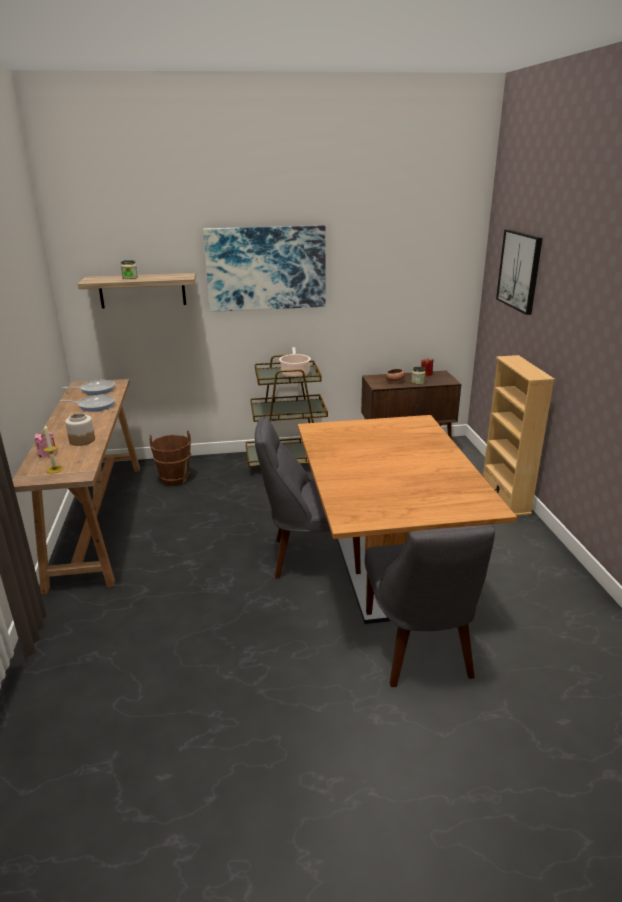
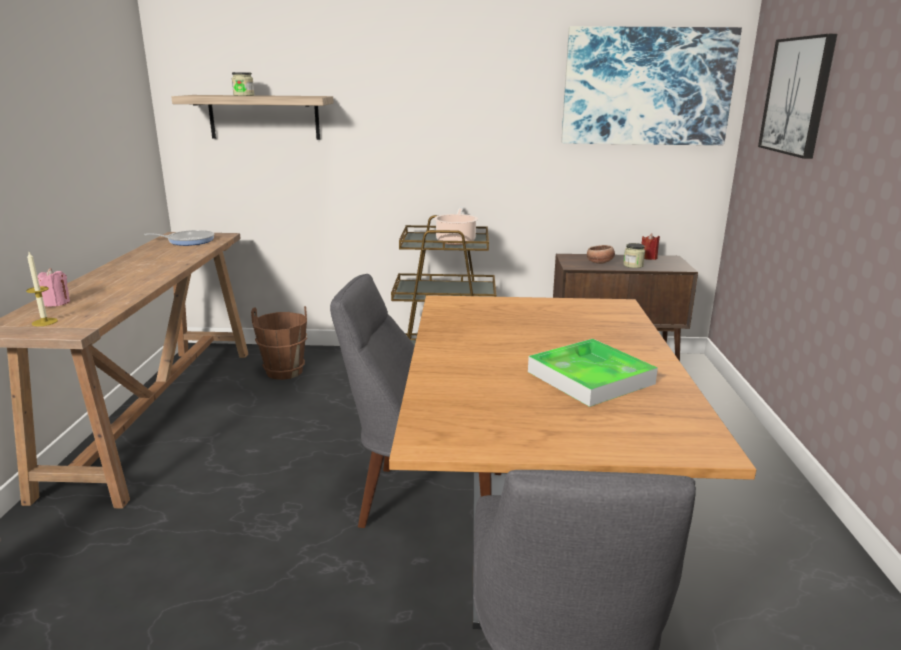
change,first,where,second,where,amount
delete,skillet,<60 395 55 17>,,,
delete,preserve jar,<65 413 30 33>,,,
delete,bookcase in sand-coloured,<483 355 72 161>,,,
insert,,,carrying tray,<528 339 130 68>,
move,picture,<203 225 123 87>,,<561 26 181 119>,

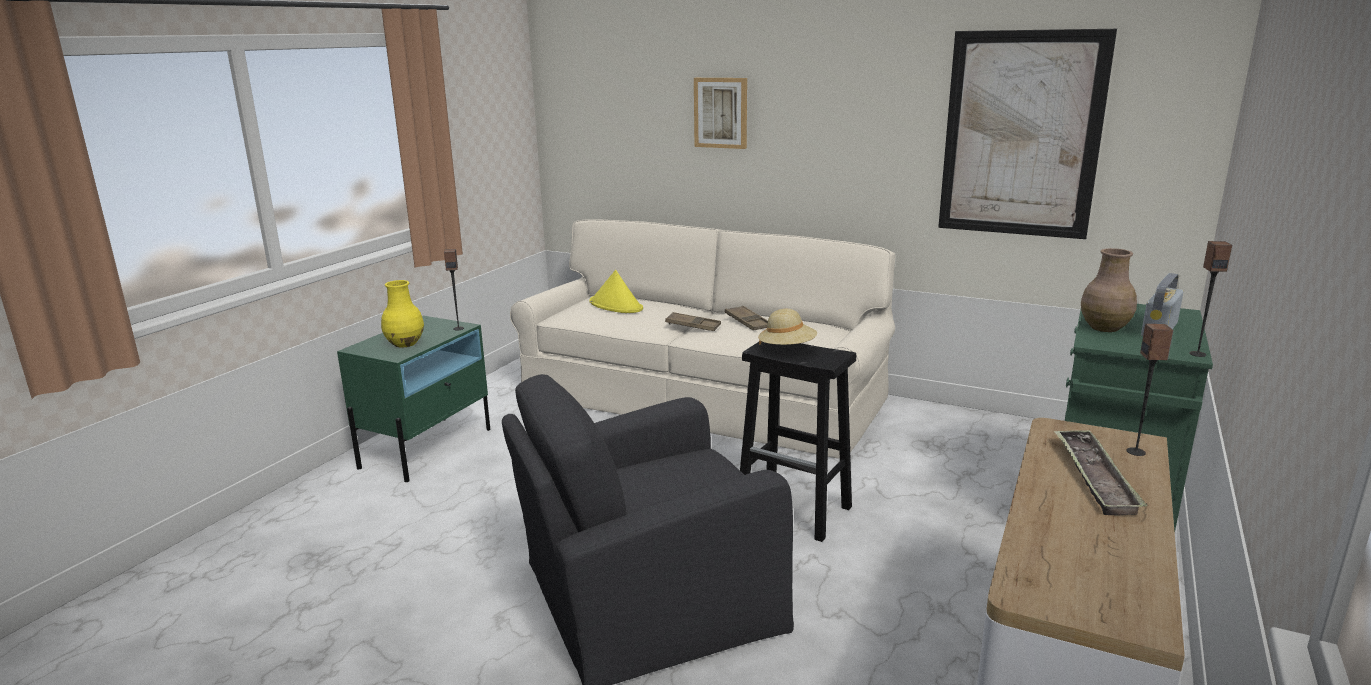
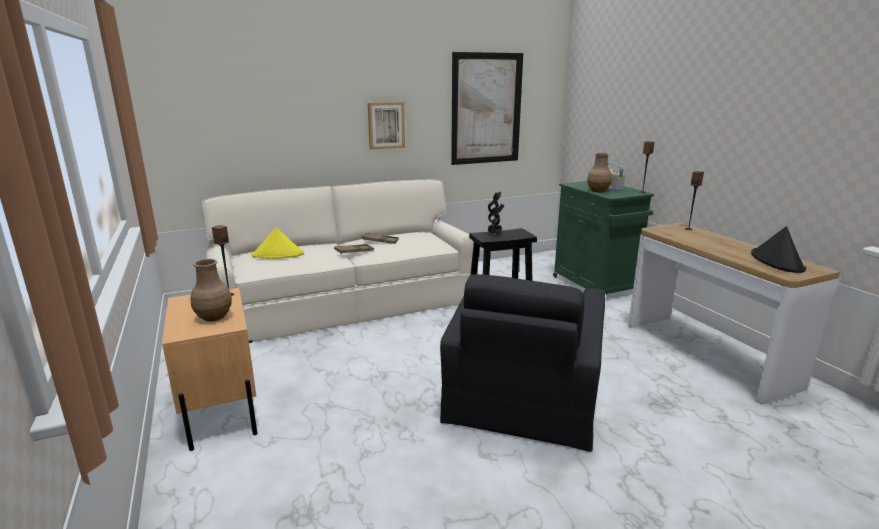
change,first,where,second,where,amount
delete,carrying tray,<1054 430 93 86>,,,
insert,,,wearable hat in black,<751 226 55 47>,
move,picture,<694 78 53 71>,,<368 102 37 48>,
replace,wearable hat in sand-coloured,<758 309 59 36>,houseplant,<488 192 16 43>,
recolor,bedside table in green,<337 316 153 166>,bedside table in sand-coloured,<162 288 95 163>,
recolor,flower vase in yellow,<381 280 43 68>,flower vase in brown-coloured,<191 259 41 63>,

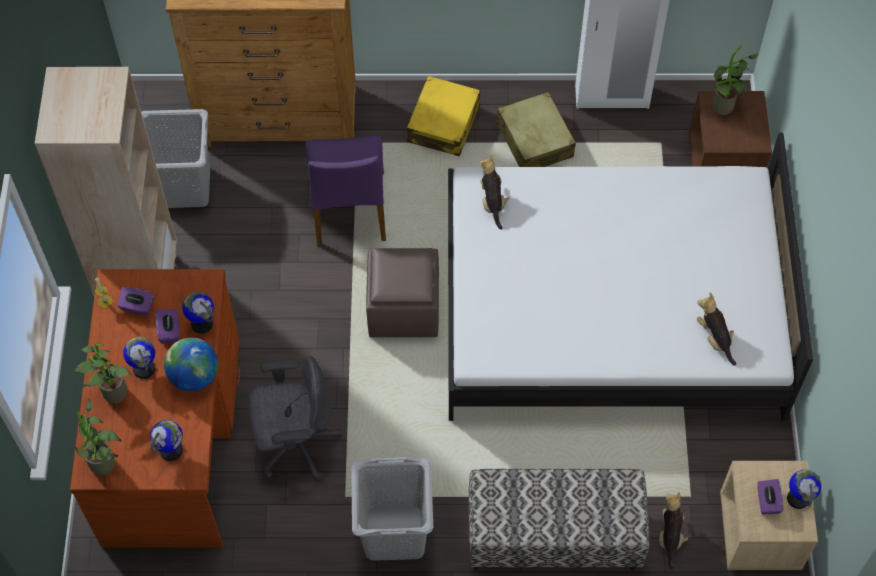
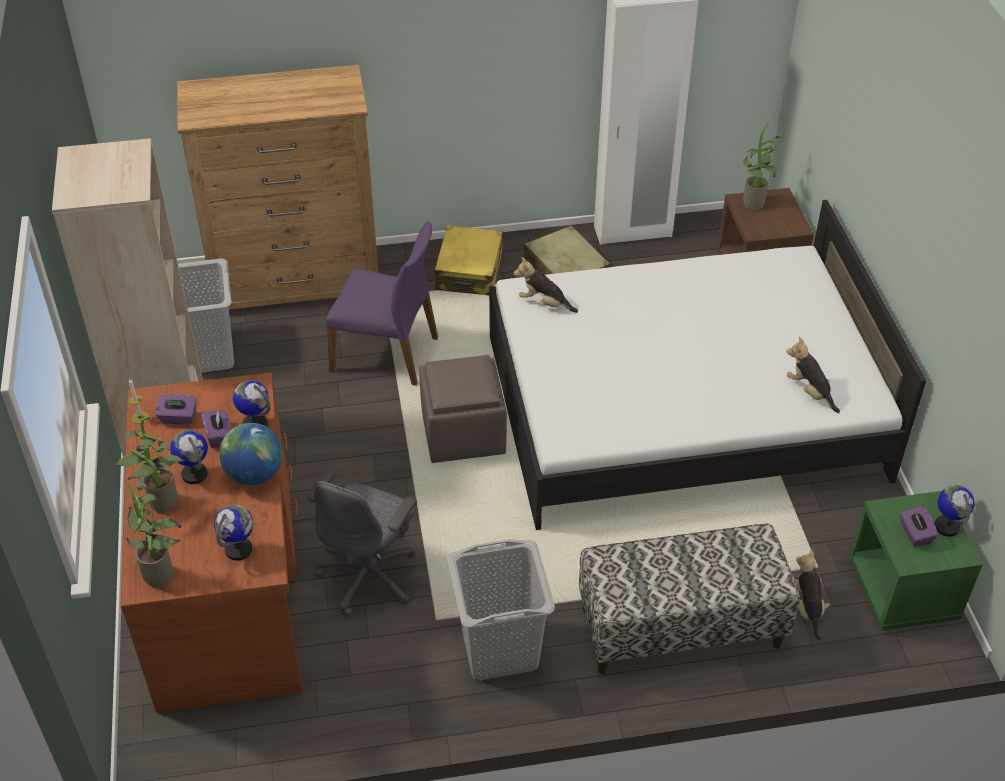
change,first,where,second,where,amount
recolor,bedside table in sand-coloured,<720 461 98 109>,bedside table in green,<849 491 134 140>,
rotate,office chair in gray,<249 356 93 125>,,<307 468 110 149>,135 degrees clockwise
rotate,plain chair in purple-coloured,<306 135 80 112>,,<326 221 112 165>,60 degrees counterclockwise
rotate,cuddly toy,<480 155 29 75>,,<513 257 65 56>,45 degrees counterclockwise

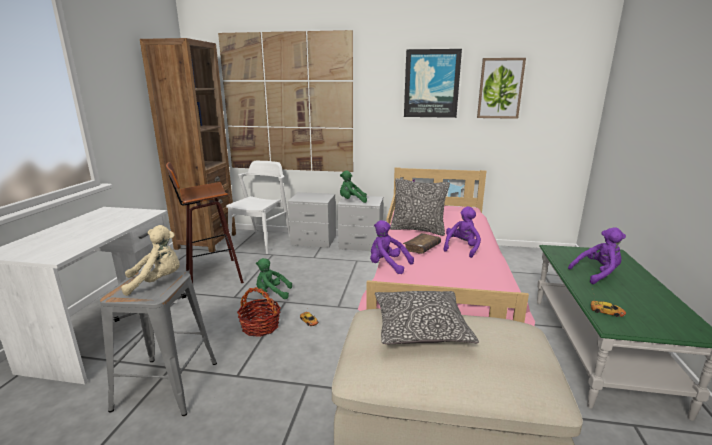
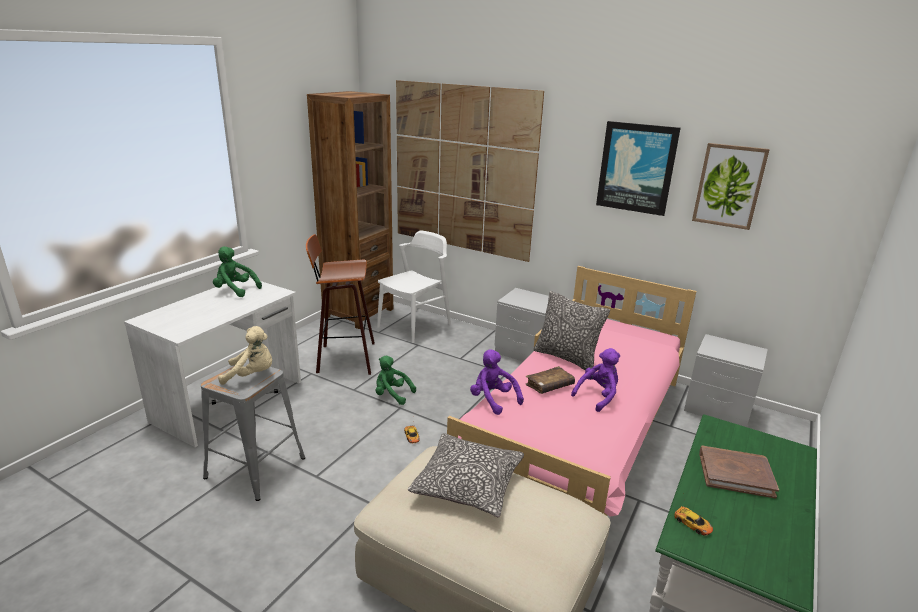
change,first,where,second,where,amount
delete,storage basket,<237 287 44 50>,,,
move,bedside table in gray,<288 192 48 56>,,<684 334 84 93>,
move,cuddly toy in green,<340 171 27 32>,,<213 246 49 51>,
replace,cuddly toy in purple-coloured,<568 227 58 57>,book in brown-coloured,<699 445 80 54>,

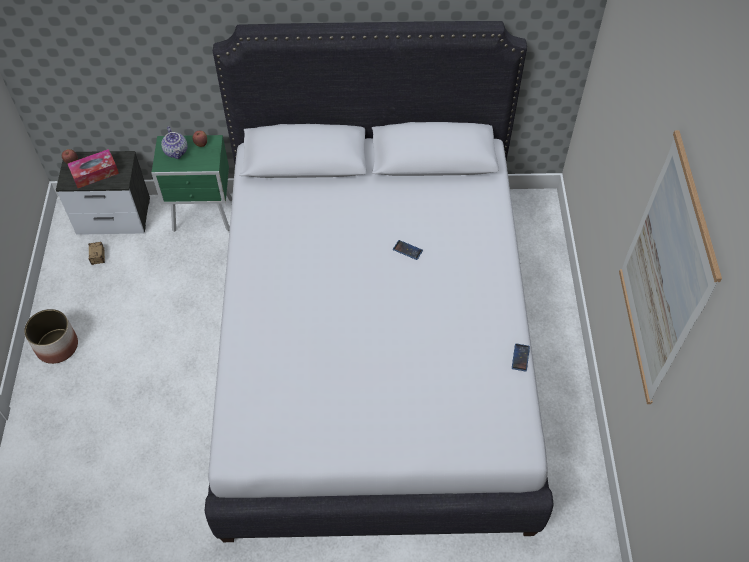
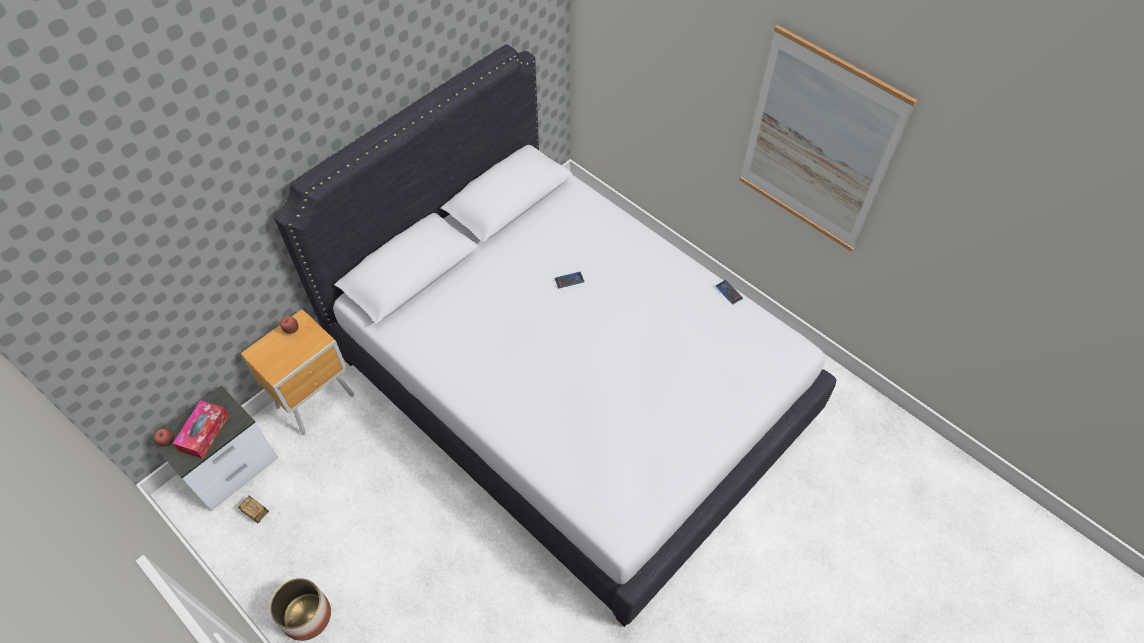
change,first,where,second,where,amount
delete,teapot,<161 126 26 33>,,,
recolor,bedside table in green,<151 135 81 97>,bedside table in brown-coloured,<240 309 114 126>,

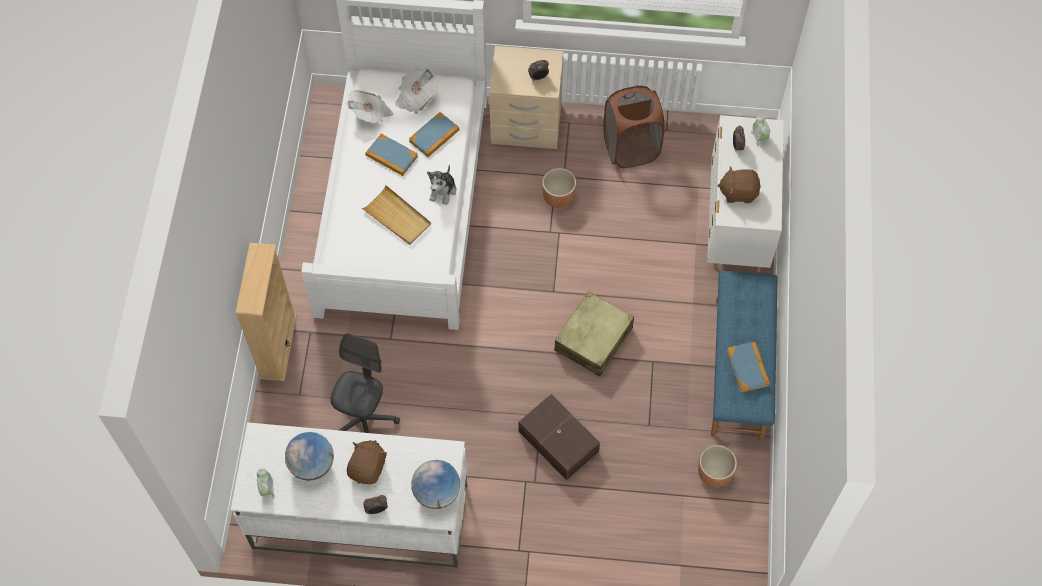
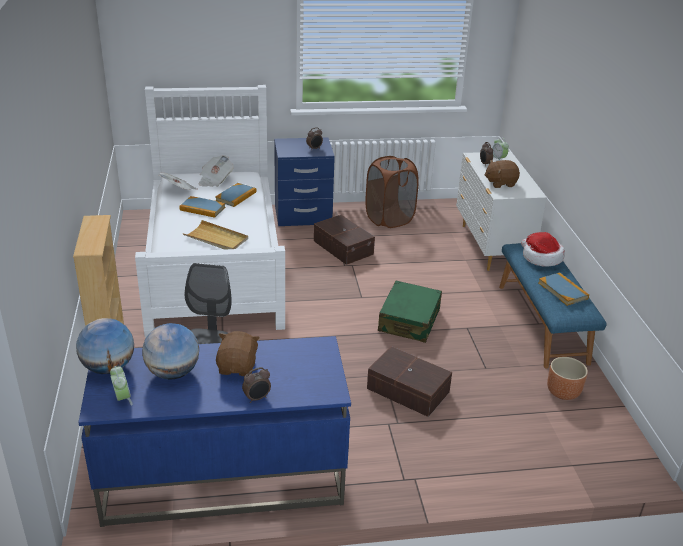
change,first,where,second,where,amount
delete,cuddly toy,<427 165 29 40>,,,
insert,,,wearable hat,<521 232 44 35>,
move,globe,<411 460 49 49>,,<76 318 58 56>,
replace,planter in brown-coloured,<542 168 34 40>,storage container in brown-coloured,<314 215 61 50>,
recolor,desk unit in whitish,<230 422 237 146>,desk unit in bluish,<78 336 273 191>,
recolor,bedside table in sand-coloured,<489 46 74 103>,bedside table in bluish,<274 137 61 89>,
recolor,travel case in sand-coloured,<554 291 80 85>,travel case in green,<378 281 64 62>,

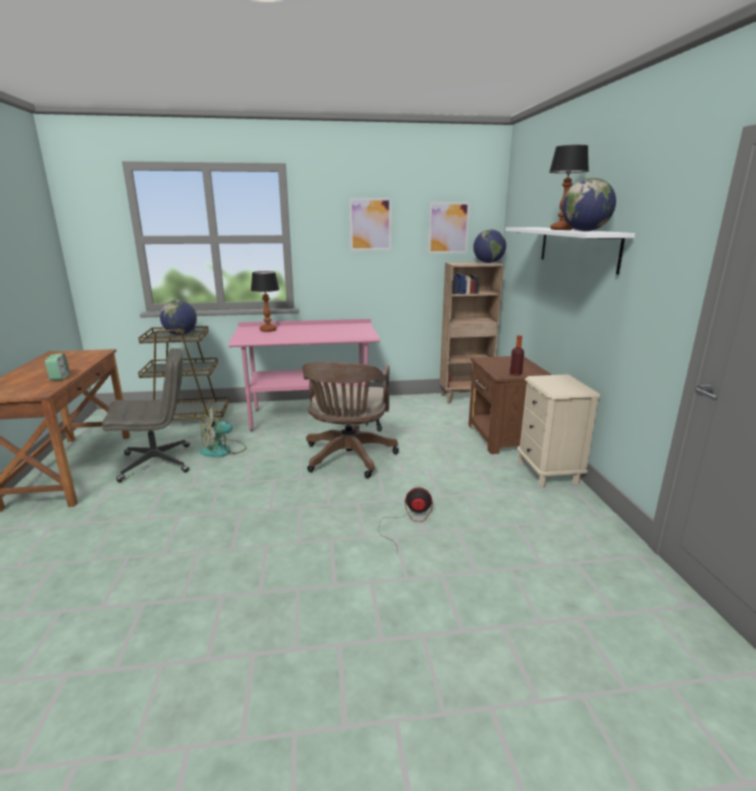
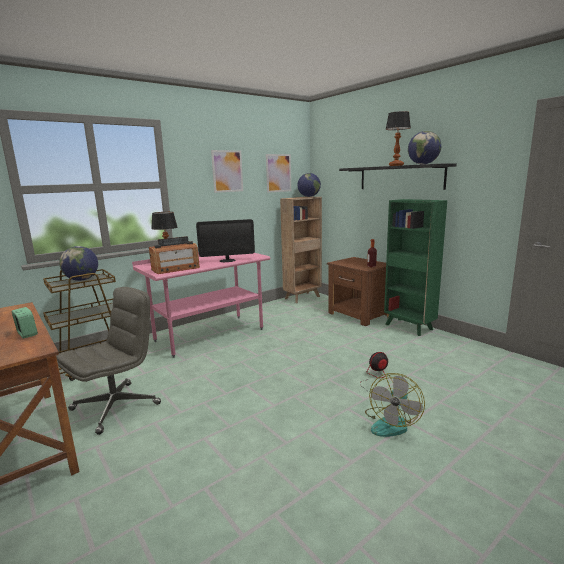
change,first,where,second,where,amount
delete,office chair in brown-coloured,<302 362 97 116>,,,
insert,,,radio receiver,<149 236 51 38>,
insert,,,computer screen,<196 219 59 43>,
move,cooling fan,<200 406 46 52>,,<365 373 60 64>,
replace,bedside table in sand-coloured,<517 374 83 114>,bookcase in green,<384 199 63 137>,
recolor,bracket shelf in whitish,<505 227 130 47>,bracket shelf in black,<339 164 118 26>,

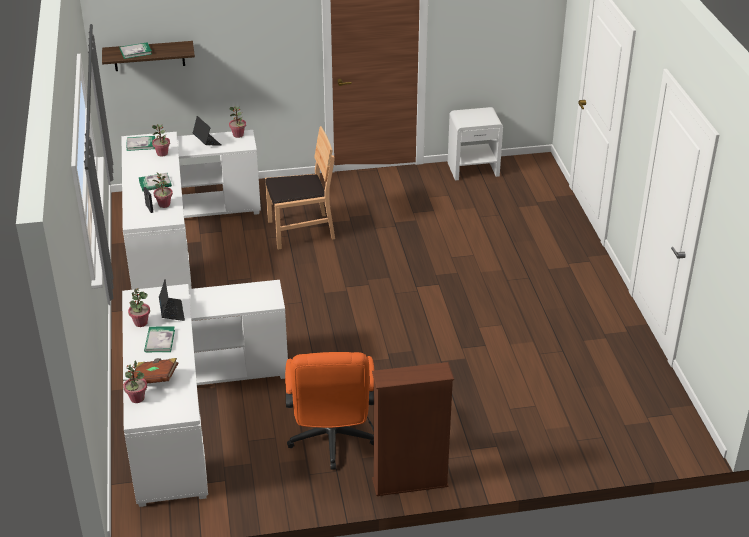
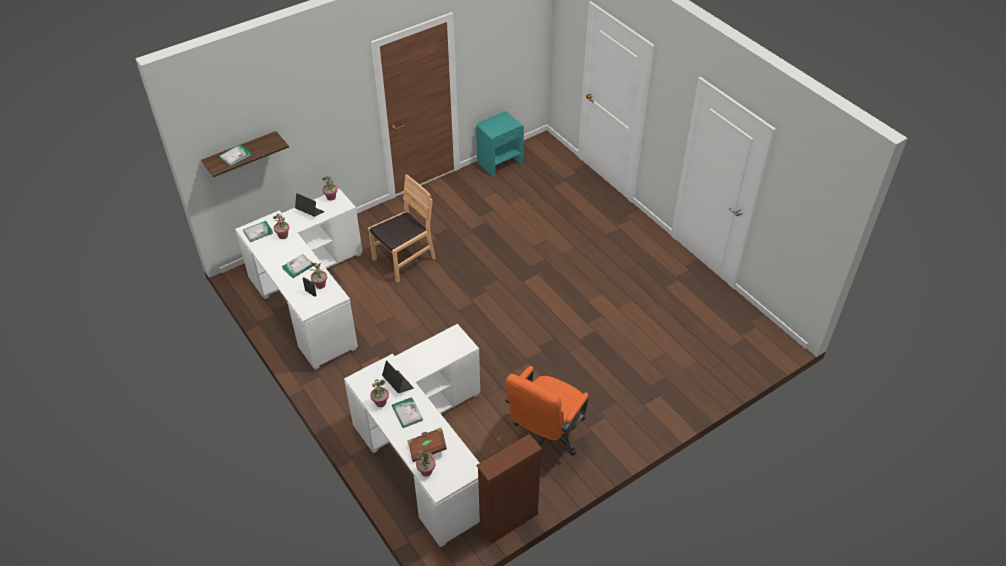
change,first,where,second,where,amount
move,bookcase in brown-coloured,<372 362 82 134>,,<476 434 66 111>,
recolor,bedside table in whitish,<448 107 55 74>,bedside table in turquoise,<476 111 48 66>,
rotate,office chair in orange-coloured,<285 352 90 117>,,<505 366 84 89>,60 degrees clockwise

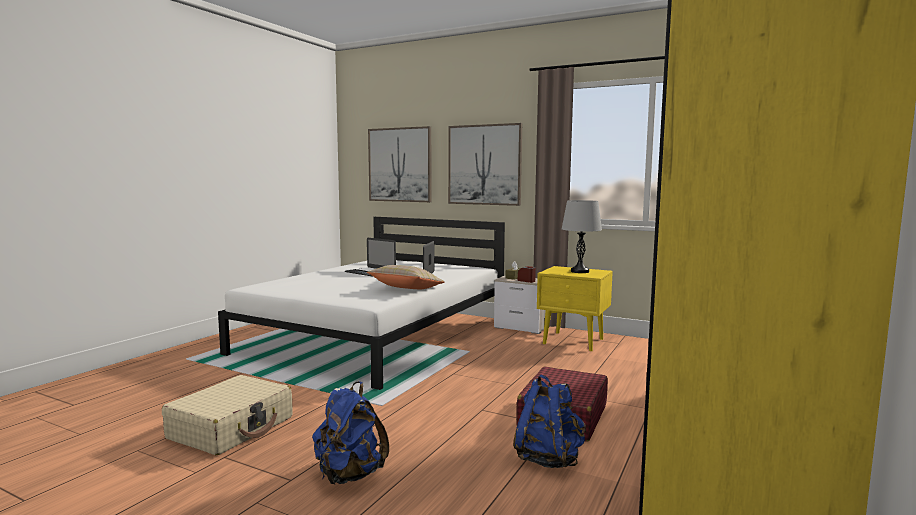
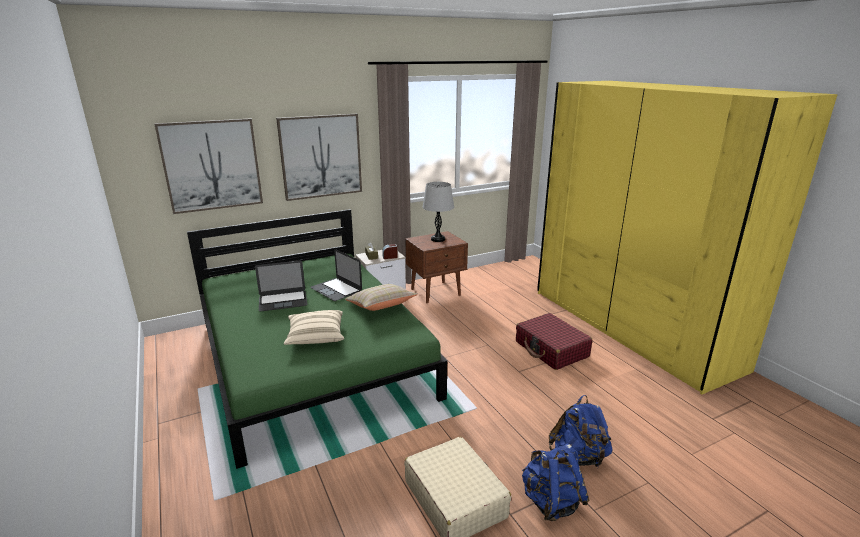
change,first,where,second,where,amount
insert,,,cushion in sand-coloured,<284 310 60 35>,
move,knapsack in bluish,<513 375 73 93>,,<522 443 67 78>,
recolor,sleeping bed in whitish,<218 217 287 173>,sleeping bed in green,<187 209 260 260>,
recolor,bedside table in yellow,<537 266 76 85>,bedside table in brown-coloured,<405 231 63 72>,

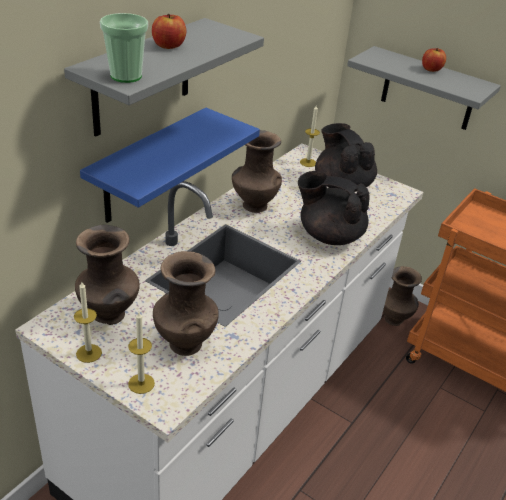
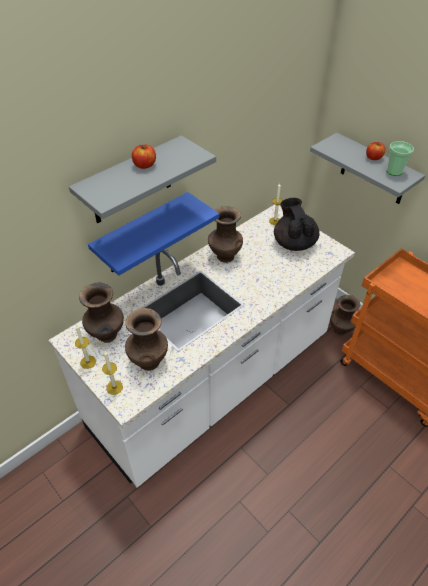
change,first,where,second,where,amount
delete,teapot in black,<298 171 72 74>,,,
move,cup,<100 13 48 70>,,<387 141 27 35>,

